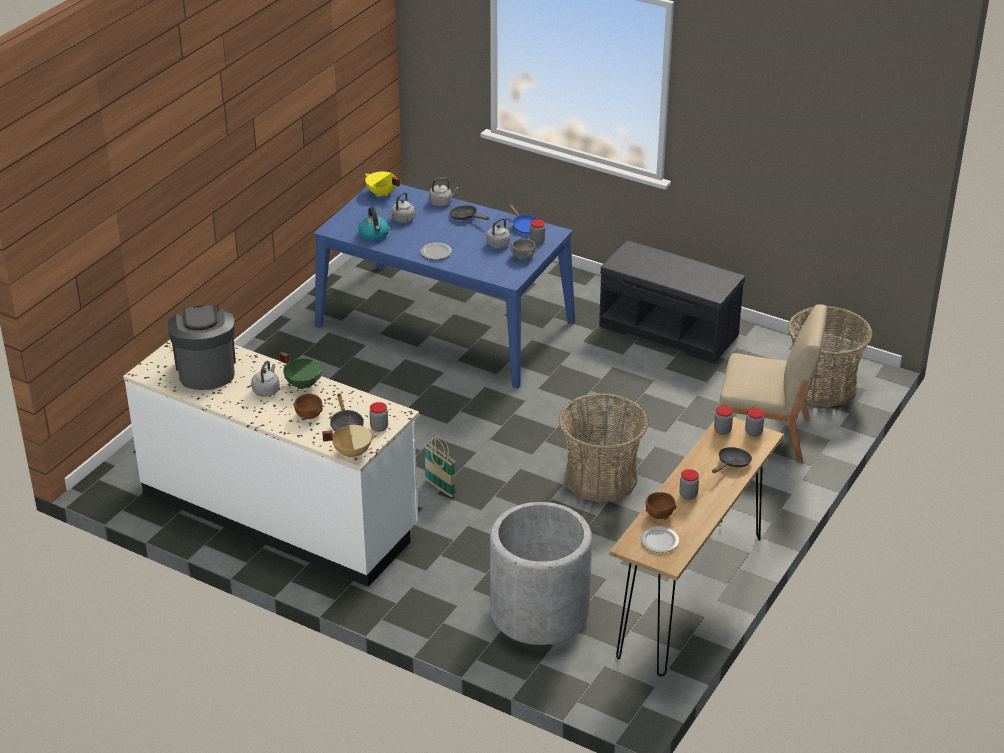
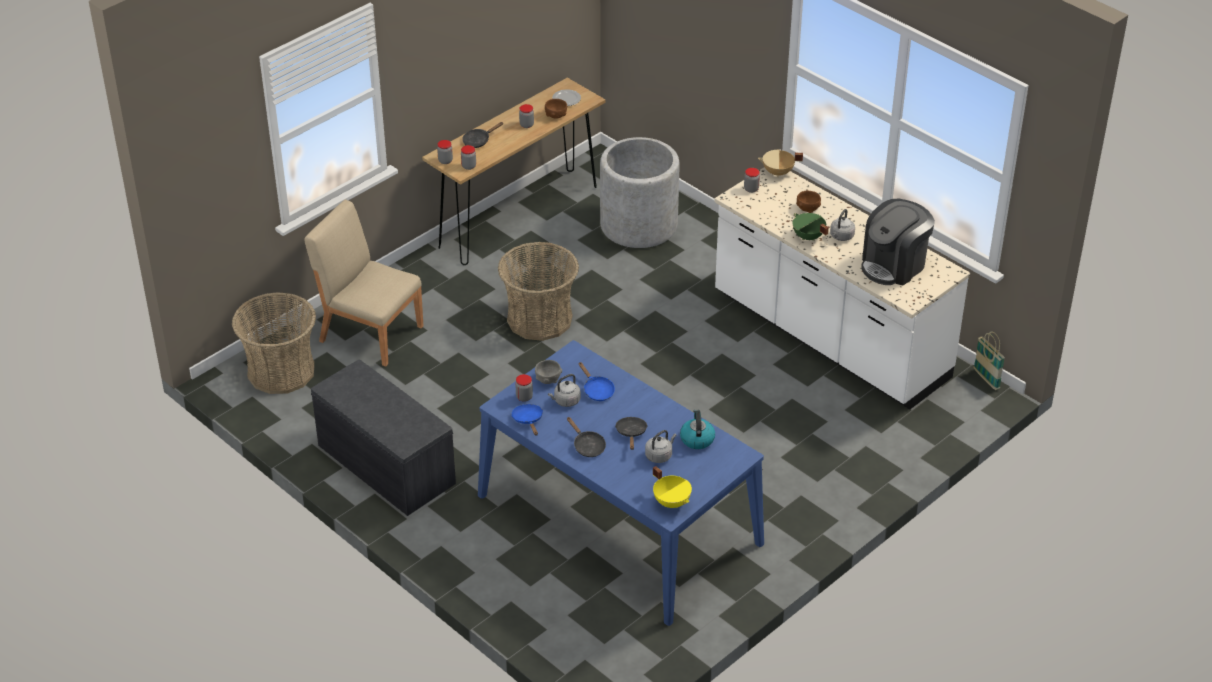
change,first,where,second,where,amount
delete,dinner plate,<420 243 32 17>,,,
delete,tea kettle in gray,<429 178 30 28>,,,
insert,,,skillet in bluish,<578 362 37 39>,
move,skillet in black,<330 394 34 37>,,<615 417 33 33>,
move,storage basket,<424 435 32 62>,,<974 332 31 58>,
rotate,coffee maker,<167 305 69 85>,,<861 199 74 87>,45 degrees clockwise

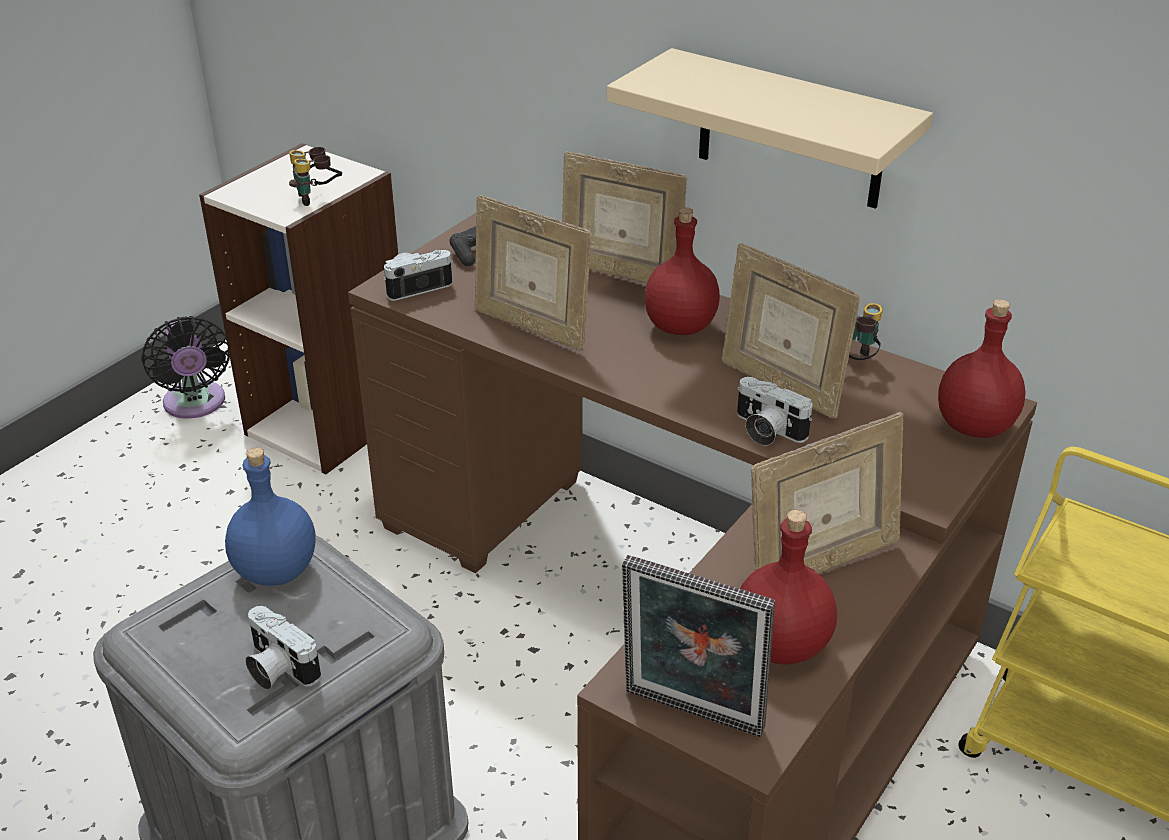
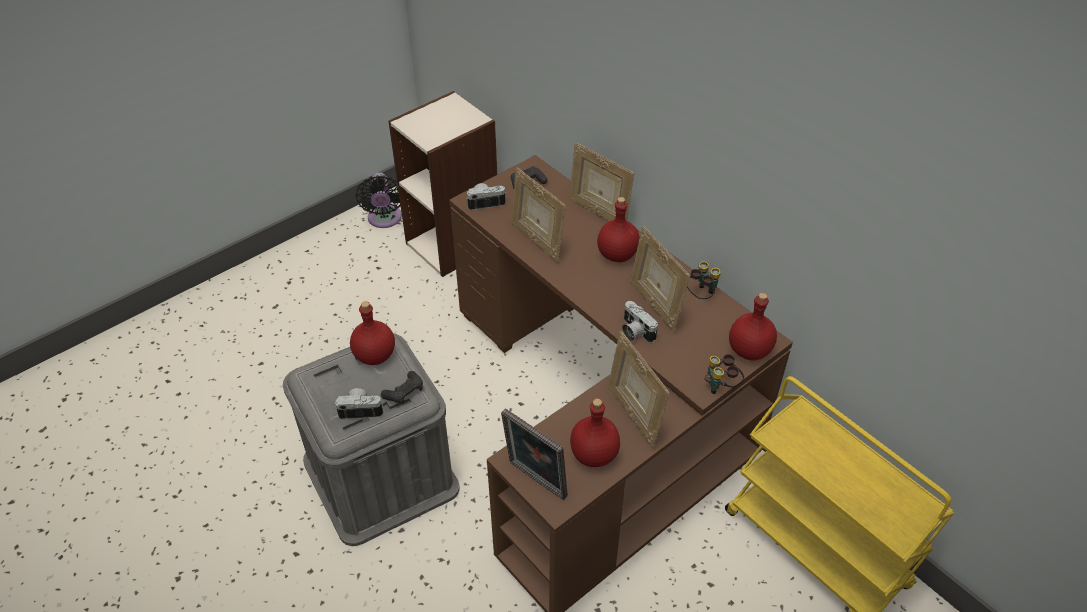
change,first,where,second,where,amount
delete,bracket shelf in sand-coloured,<607 48 326 161>,,,
insert,,,joypad in black,<381 371 42 33>,
move,binoculars,<289 147 53 59>,,<705 354 39 40>,
recolor,beverage bottle in bluish,<225 447 91 139>,beverage bottle in red,<350 301 45 64>,
rotate,photo camera,<245 606 76 84>,,<335 388 48 31>,120 degrees clockwise
rotate,standing frame,<751 412 152 161>,,<608 331 61 117>,75 degrees clockwise

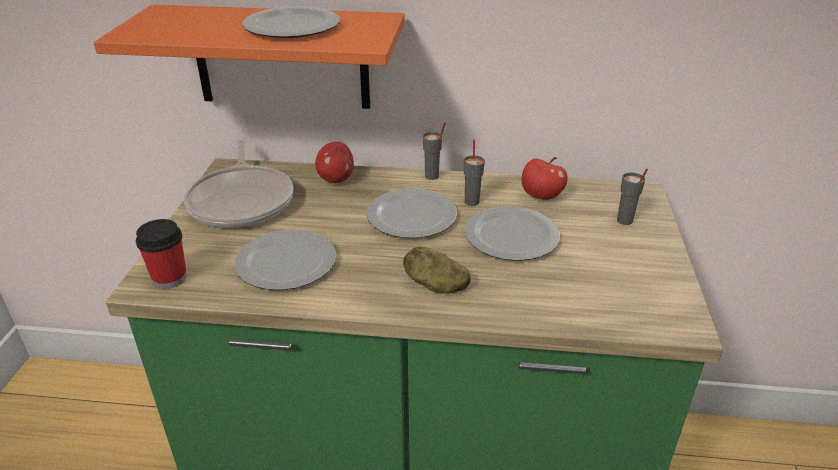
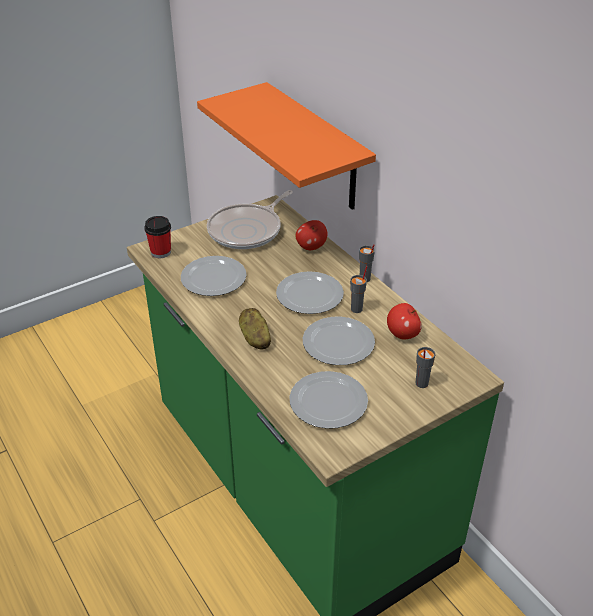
change,first,where,second,where,amount
move,dinner plate,<242 6 98 32>,,<289 371 79 58>,

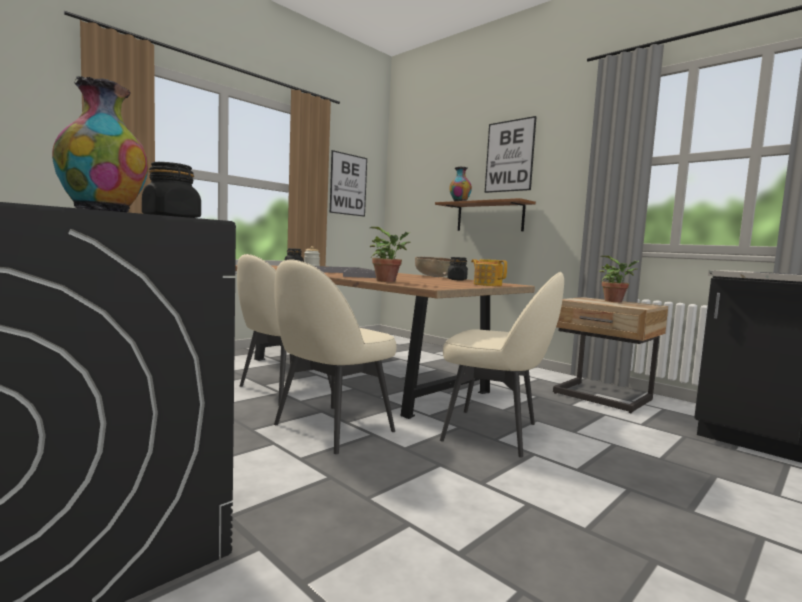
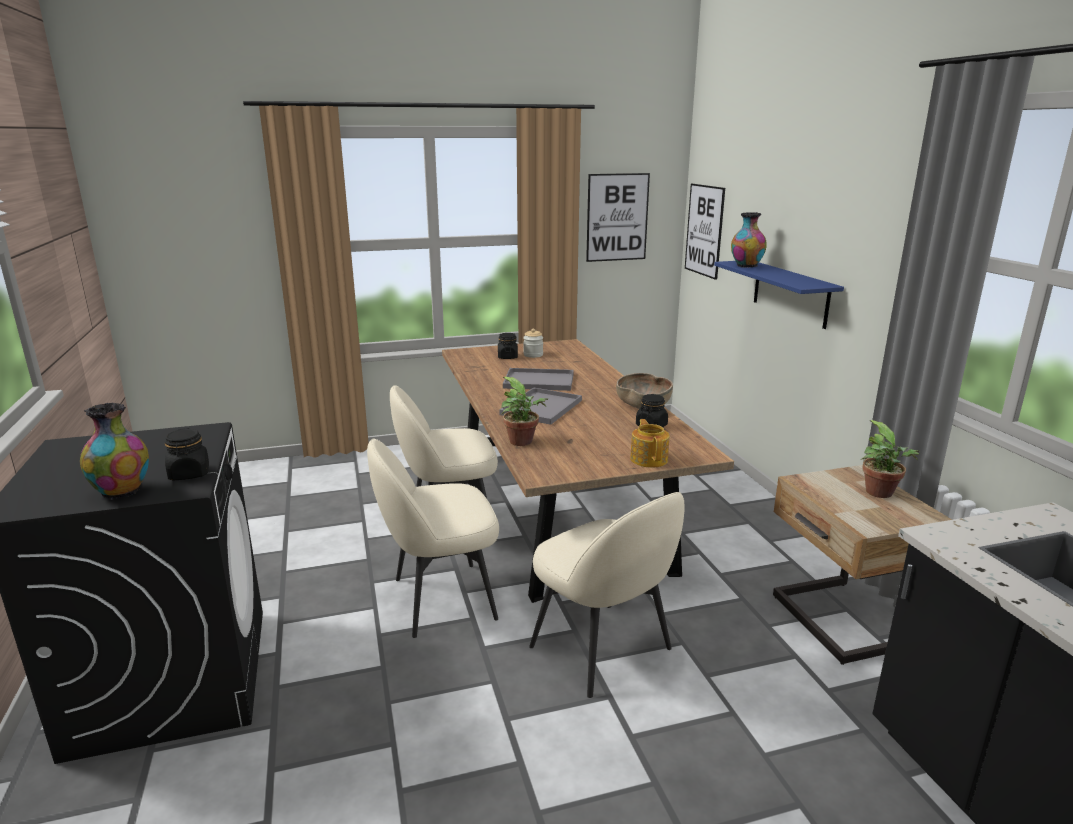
change,first,where,second,where,amount
move,picture,<485 116 52 77>,,<685 184 40 96>,
recolor,bracket shelf in brown-coloured,<435 198 101 33>,bracket shelf in bluish,<714 261 130 68>,

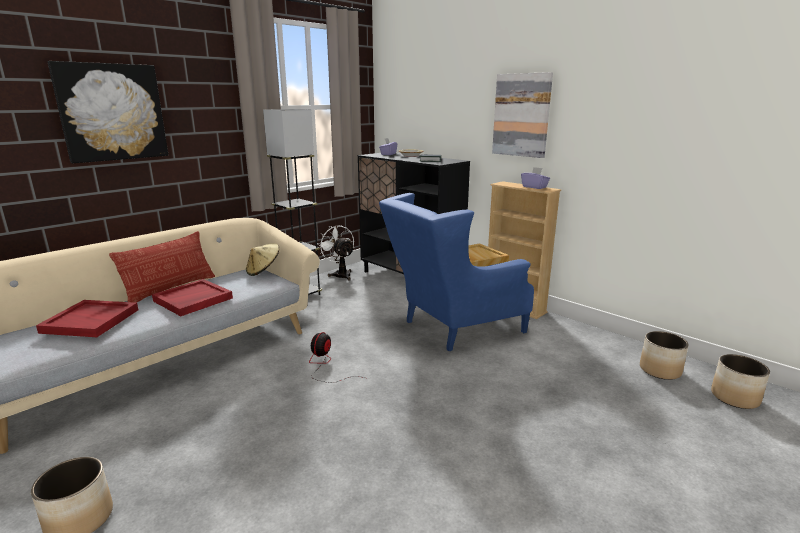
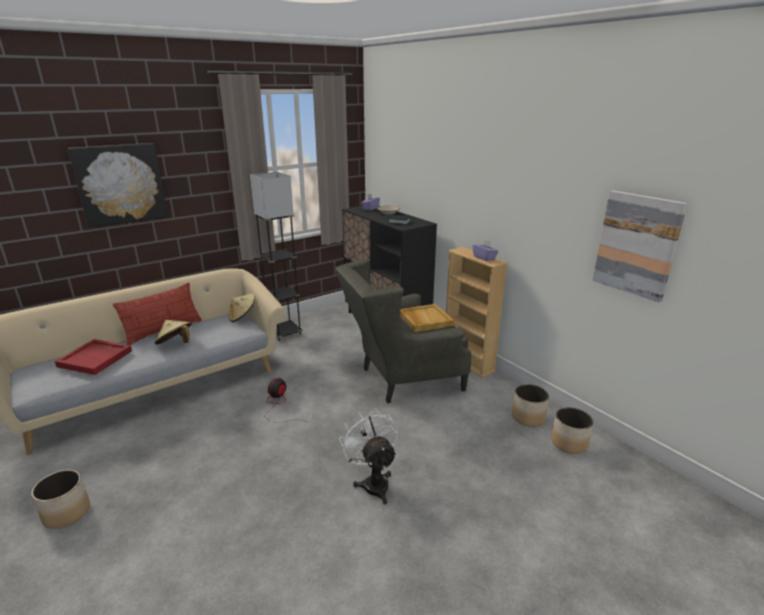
change,first,where,second,where,amount
move,cooling fan in whitish,<318 225 37 56>,,<339 408 59 97>,
move,picture,<492 72 61 86>,,<592 190 96 112>,
move,planter,<711 354 59 55>,,<512 384 37 43>,
replace,carrying tray in red,<152 279 81 37>,wearable hat in sand-coloured,<155 320 37 25>,
recolor,easy chair in bluish,<379 193 155 158>,easy chair in gray,<336 258 135 145>,

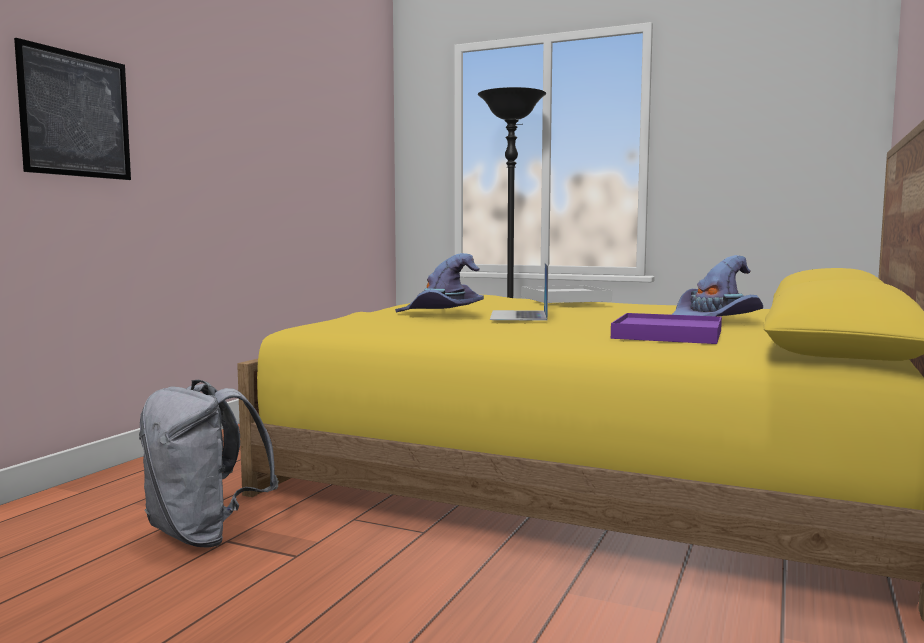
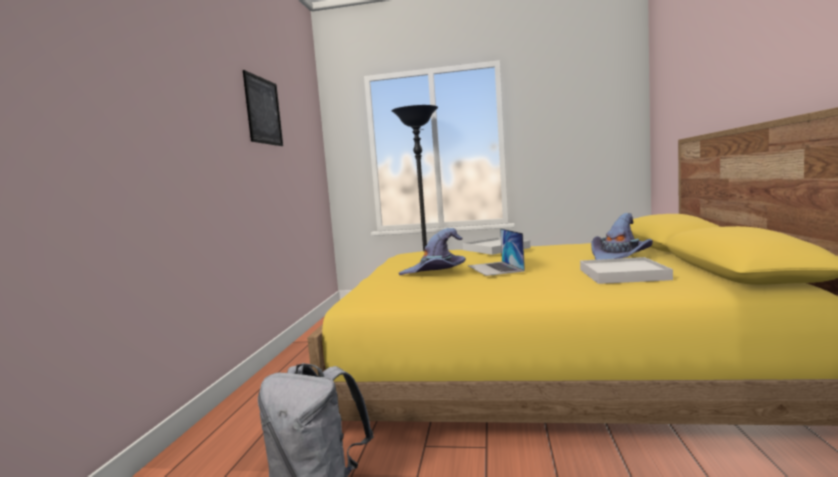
change,first,where,second,where,amount
move,picture,<14 38 117 142>,,<243 70 40 76>,
recolor,carrying tray in purple-coloured,<611 313 111 31>,carrying tray in whitish,<580 257 93 27>,

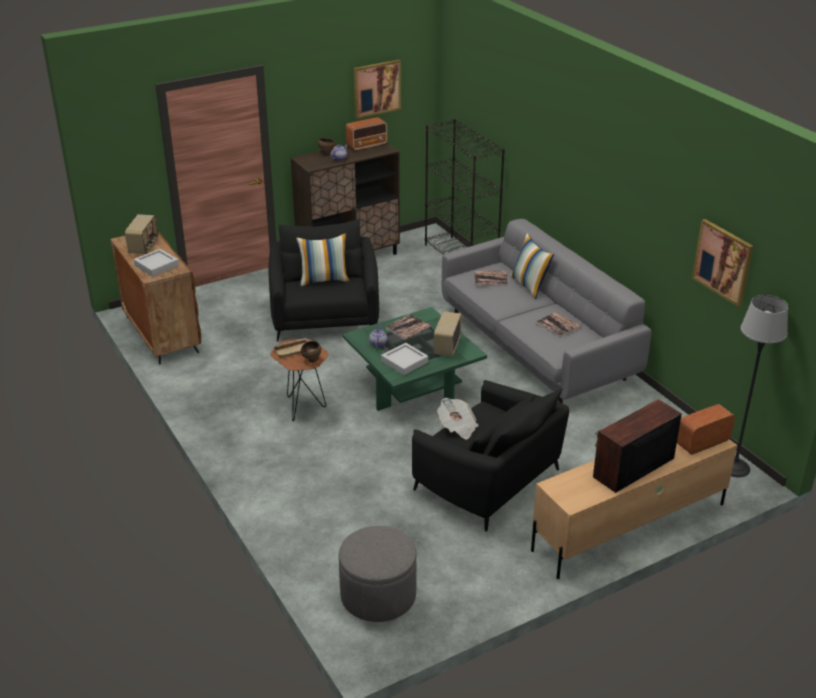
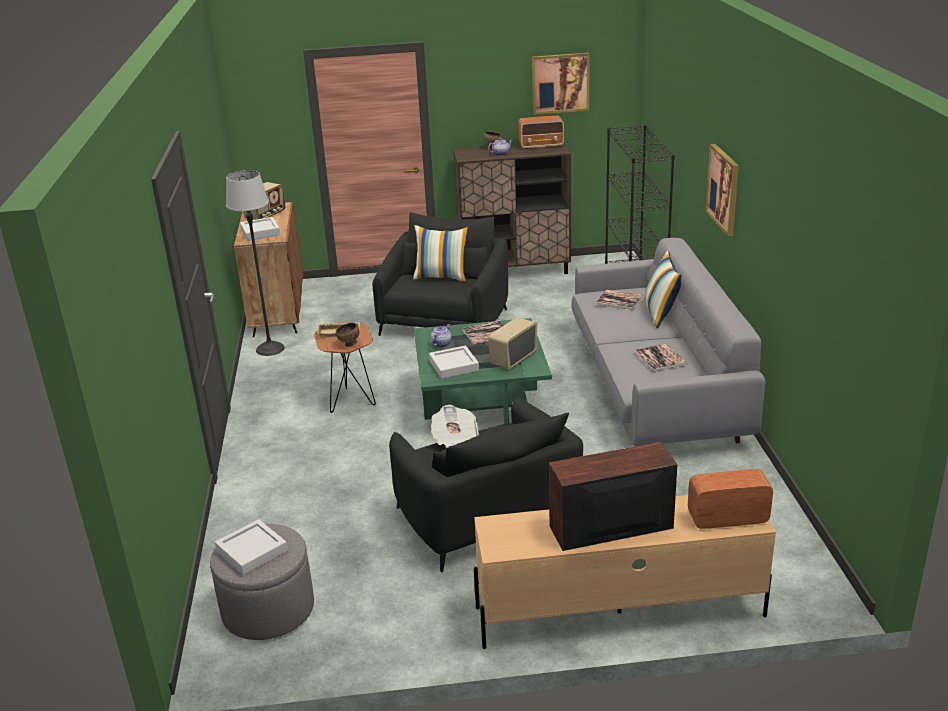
change,first,where,second,where,amount
insert,,,carrying tray in gray,<215 519 73 56>,
move,picture,<692 219 61 88>,,<705 144 34 92>,
move,floor lamp,<731 295 57 182>,,<226 170 59 186>,

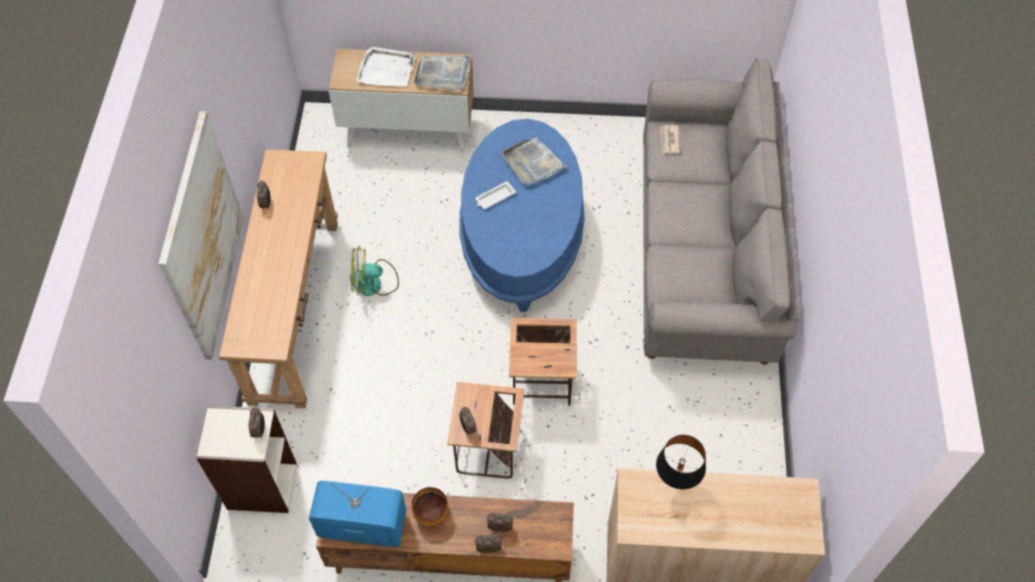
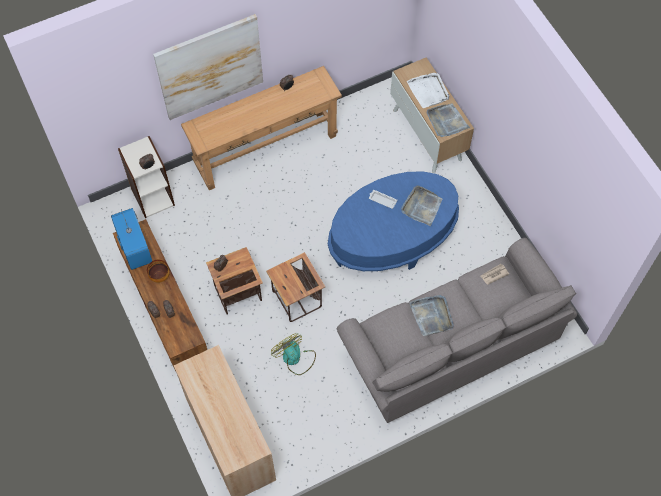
change,first,where,second,where,amount
delete,table lamp in black,<656 435 50 54>,,,
insert,,,carrying tray in gray,<409 295 45 41>,
move,cooling fan,<350 245 49 51>,,<271 333 45 42>,

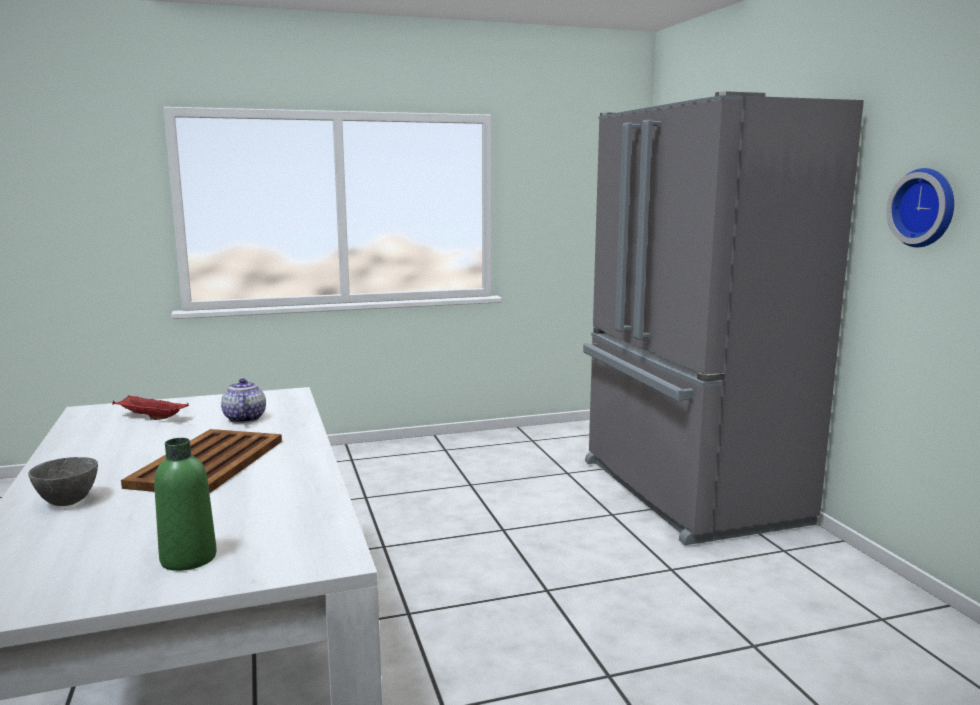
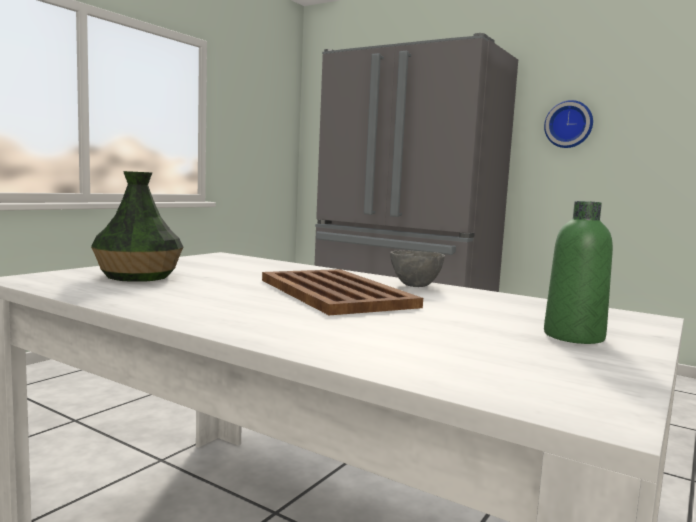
change,first,where,second,where,amount
delete,teapot,<221 378 45 45>,,,
move,bowl in gray,<28 457 70 49>,,<390 251 55 36>,
replace,carrying tray in red,<112 395 77 25>,flower vase,<91 171 92 111>,

